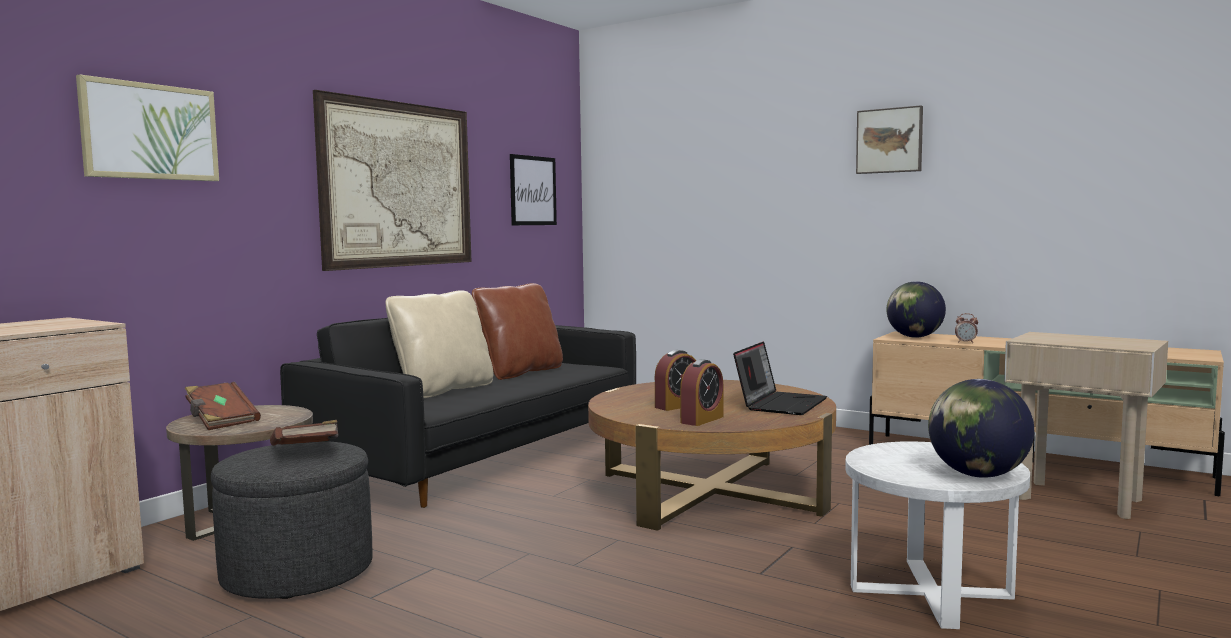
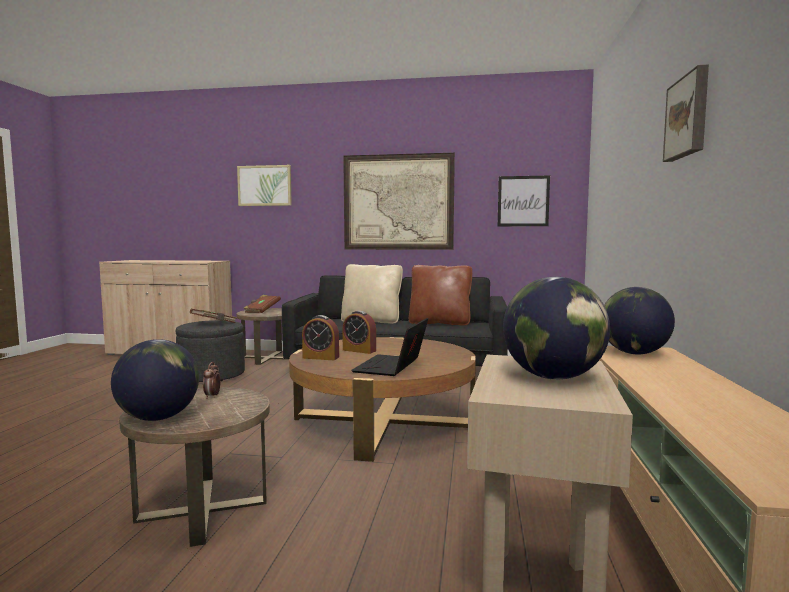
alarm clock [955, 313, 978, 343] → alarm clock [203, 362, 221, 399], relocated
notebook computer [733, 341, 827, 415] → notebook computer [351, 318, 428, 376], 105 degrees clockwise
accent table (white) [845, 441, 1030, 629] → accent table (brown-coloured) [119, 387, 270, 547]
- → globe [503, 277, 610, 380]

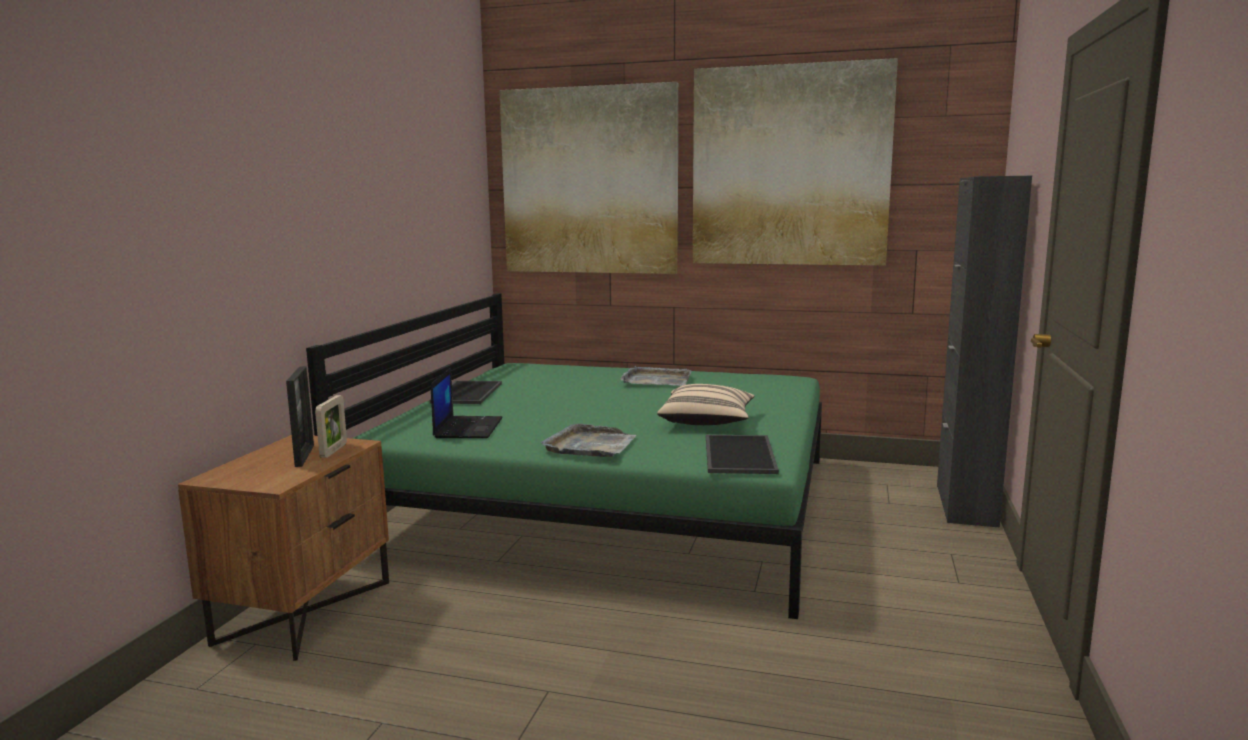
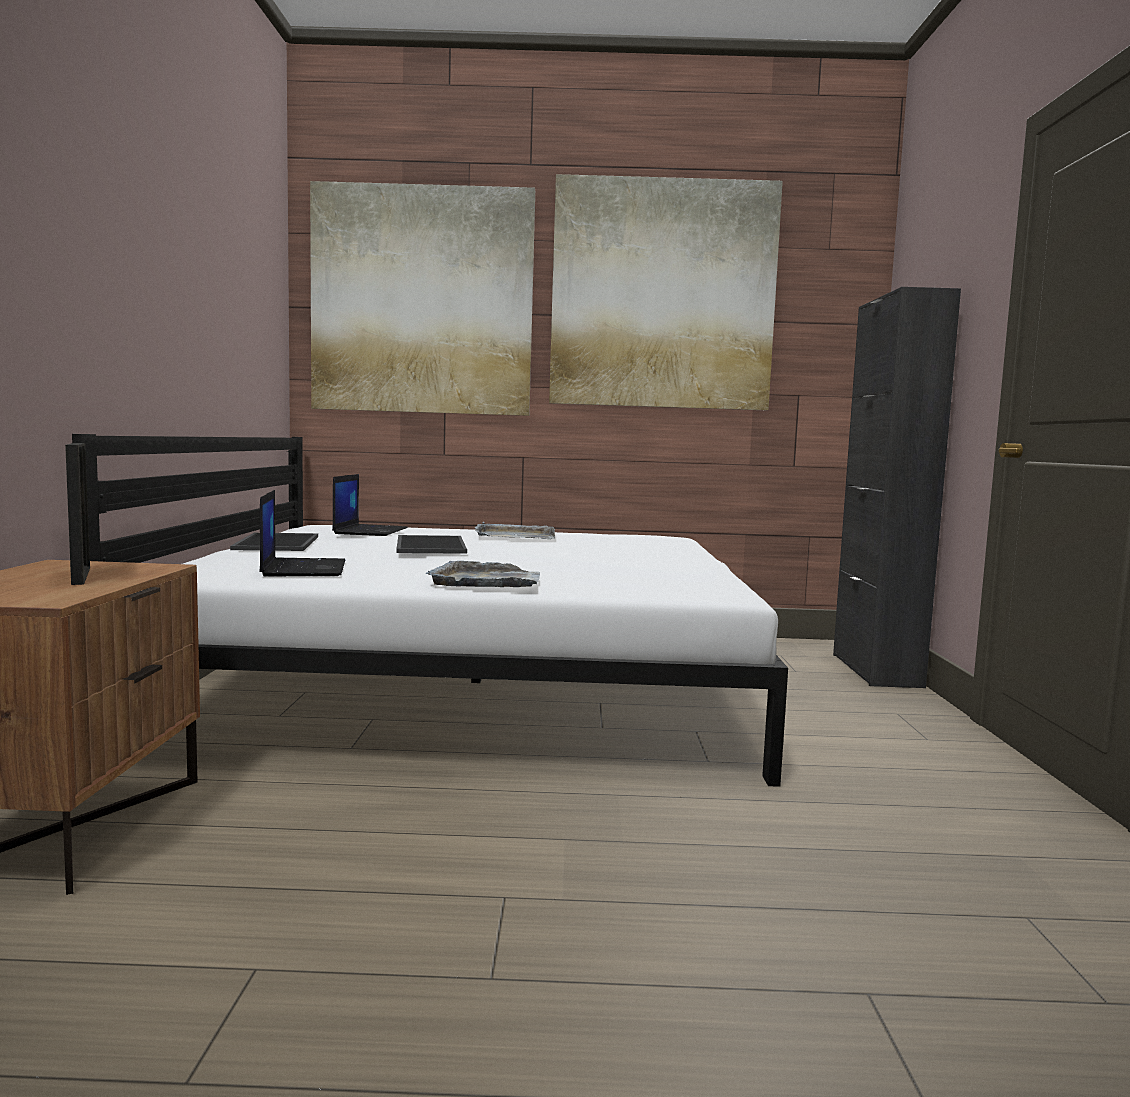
sleeping bed (green-coloured) [306, 293, 822, 619] → sleeping bed (white) [72, 434, 788, 787]
pillow (sand-coloured) [657, 384, 755, 425] → -
photo frame [315, 395, 347, 458] → -
carrying tray [706, 435, 779, 474] → carrying tray [396, 535, 467, 554], relocated
- → notebook computer [332, 474, 408, 536]

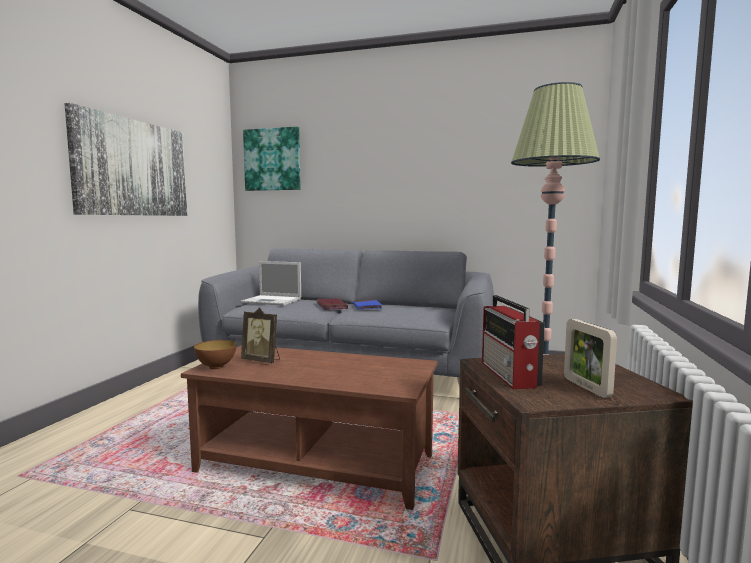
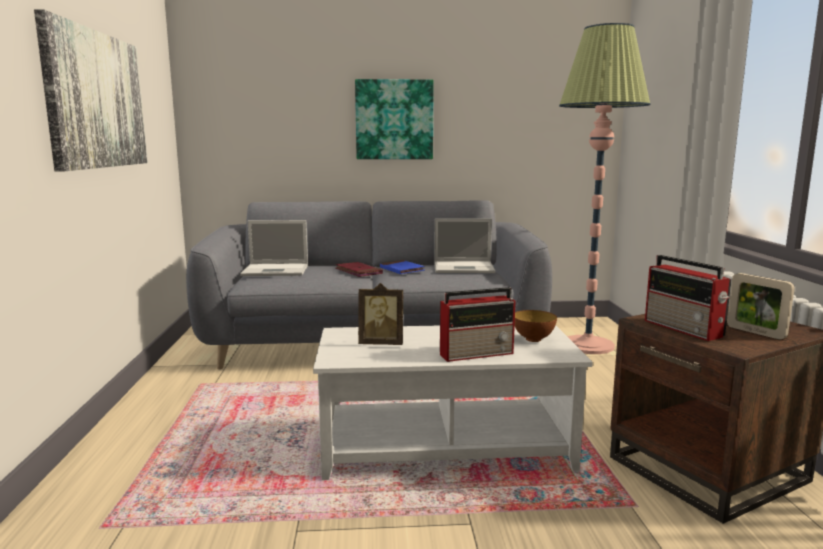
picture [243, 127, 301, 191] → picture [355, 79, 434, 159], relocated
bowl [194, 340, 237, 369] → bowl [515, 310, 557, 342], relocated
low table (brown-coloured) [181, 345, 437, 510] → low table (white) [313, 325, 593, 480]
- → notebook computer [434, 218, 495, 273]
- → radio [440, 287, 515, 362]

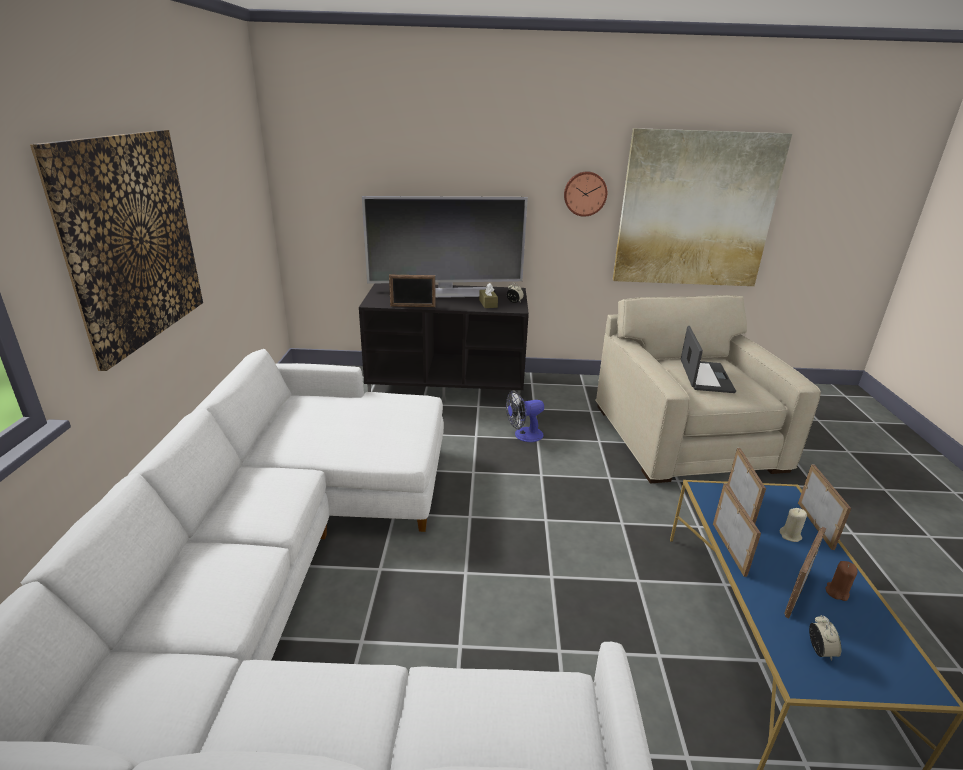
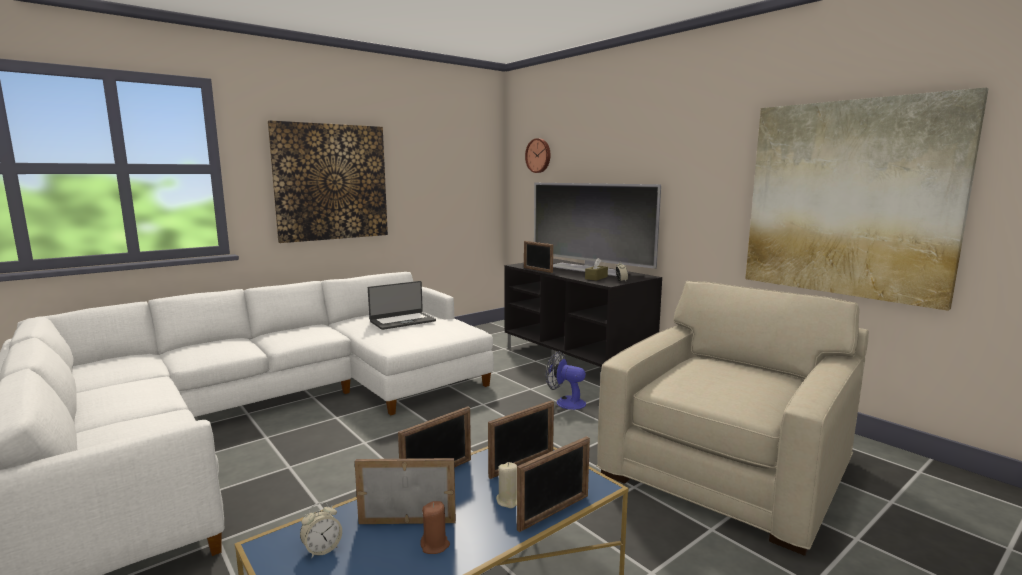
wall clock [564, 171, 607, 217] → wall clock [525, 138, 551, 173], relocated
notebook computer [681, 326, 736, 393] → notebook computer [368, 281, 436, 330], relocated

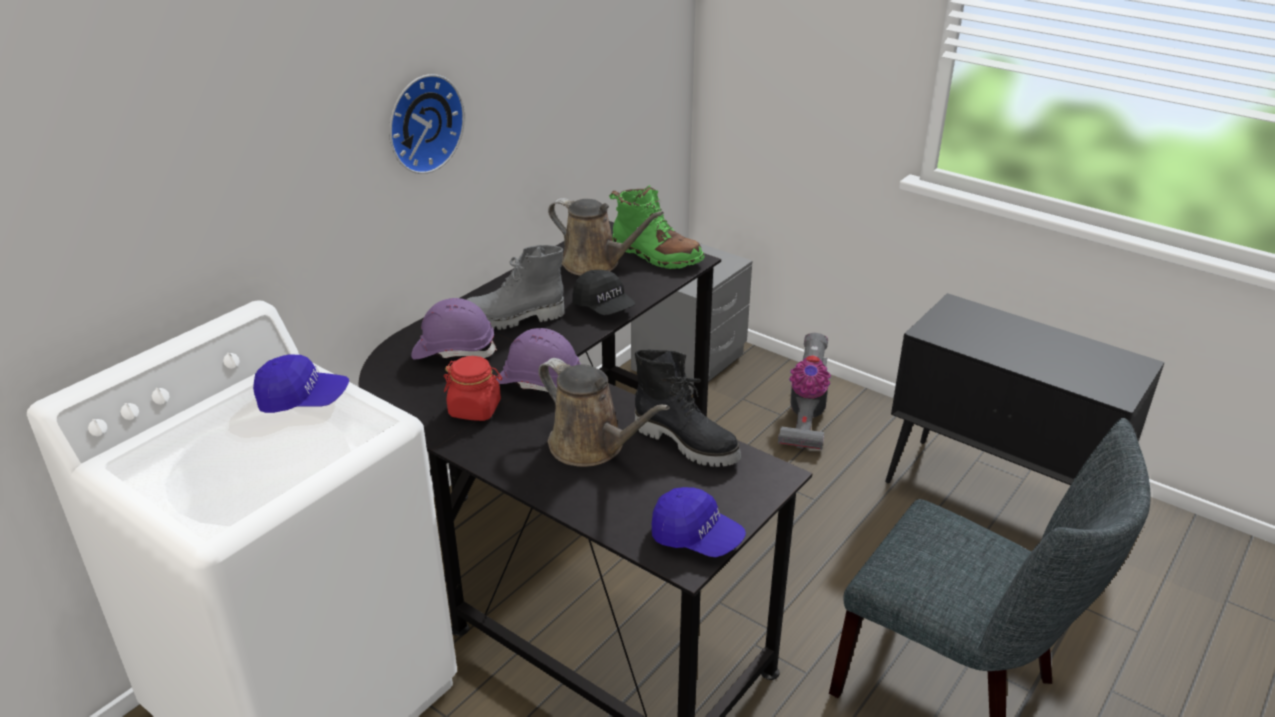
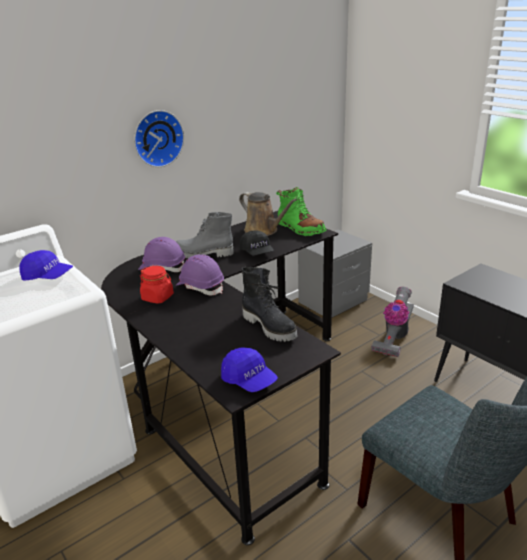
watering pot (brown-coloured) [539, 358, 670, 467] → -

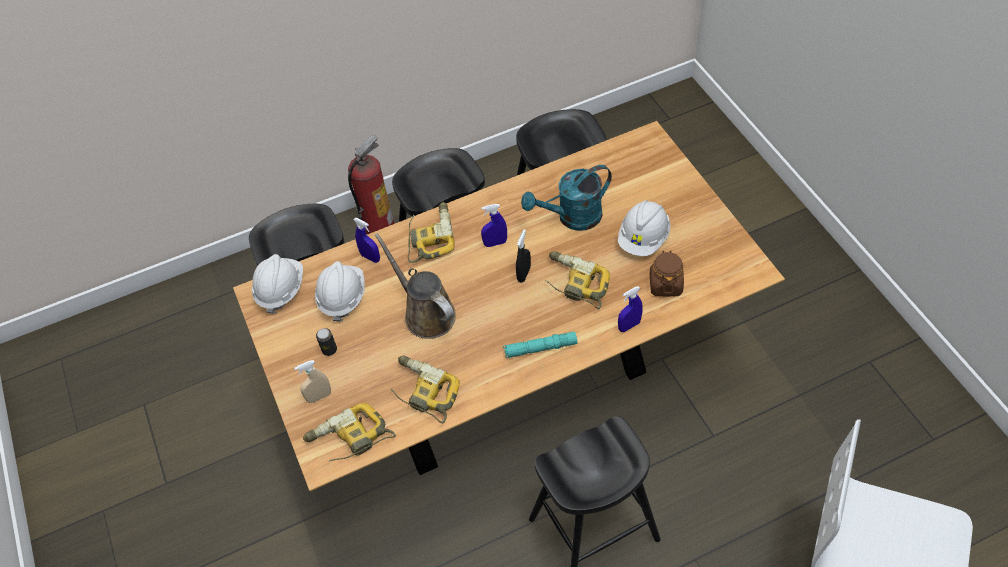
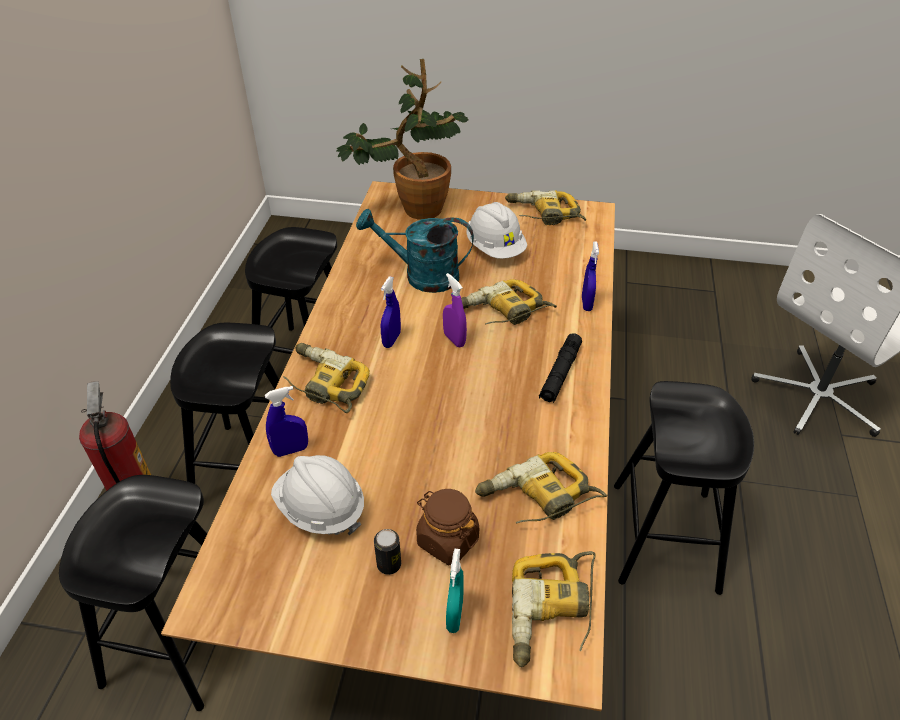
watering pot (turquoise-coloured) [521, 165, 612, 231] → watering pot (turquoise-coloured) [356, 209, 474, 293], 90 degrees clockwise
hand sprayer (blackish) [516, 229, 531, 282] → hand sprayer (purplish) [443, 273, 467, 347]
watering pot (brown-coloured) [375, 233, 456, 339] → -
jar (brown-coloured) [650, 250, 684, 296] → jar (brown-coloured) [416, 489, 480, 565], relocated
safety helmet (white) [252, 254, 303, 314] → -
torch (turquoise-coloured) [503, 331, 578, 358] → torch (blackish) [539, 333, 582, 403]
hand sprayer (sand-coloured) [294, 360, 331, 403] → hand sprayer (turquoise-coloured) [446, 548, 464, 633]
- → plant in a pot [337, 59, 468, 220]
- → electric drill [505, 190, 586, 225]

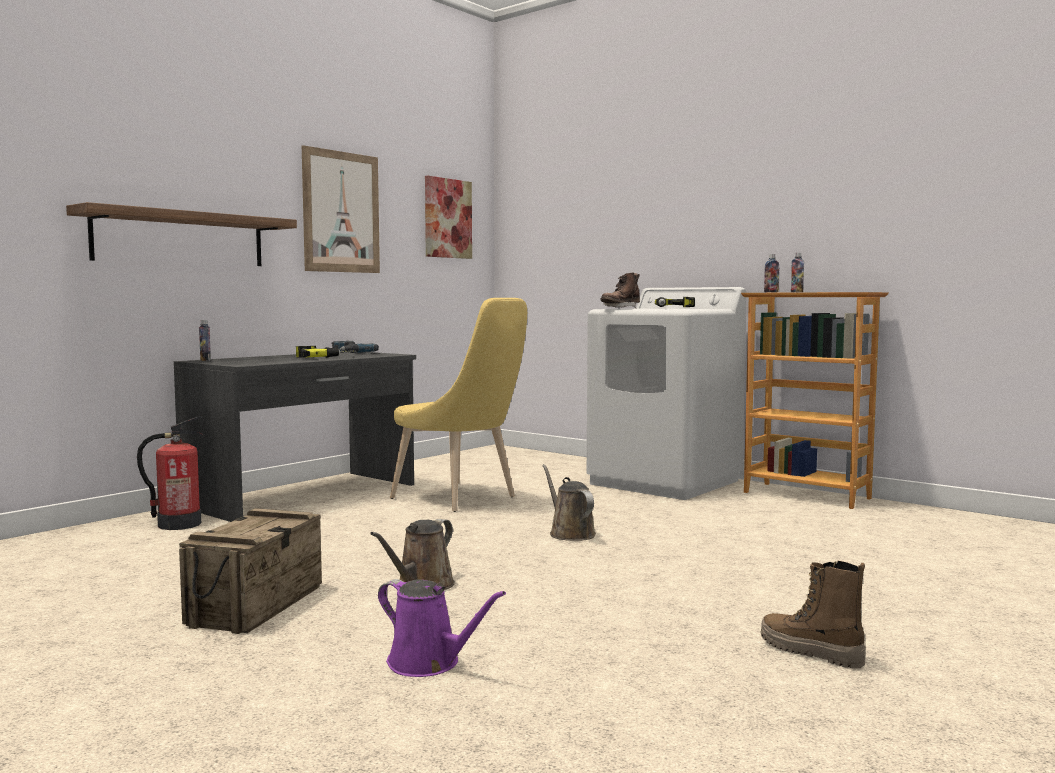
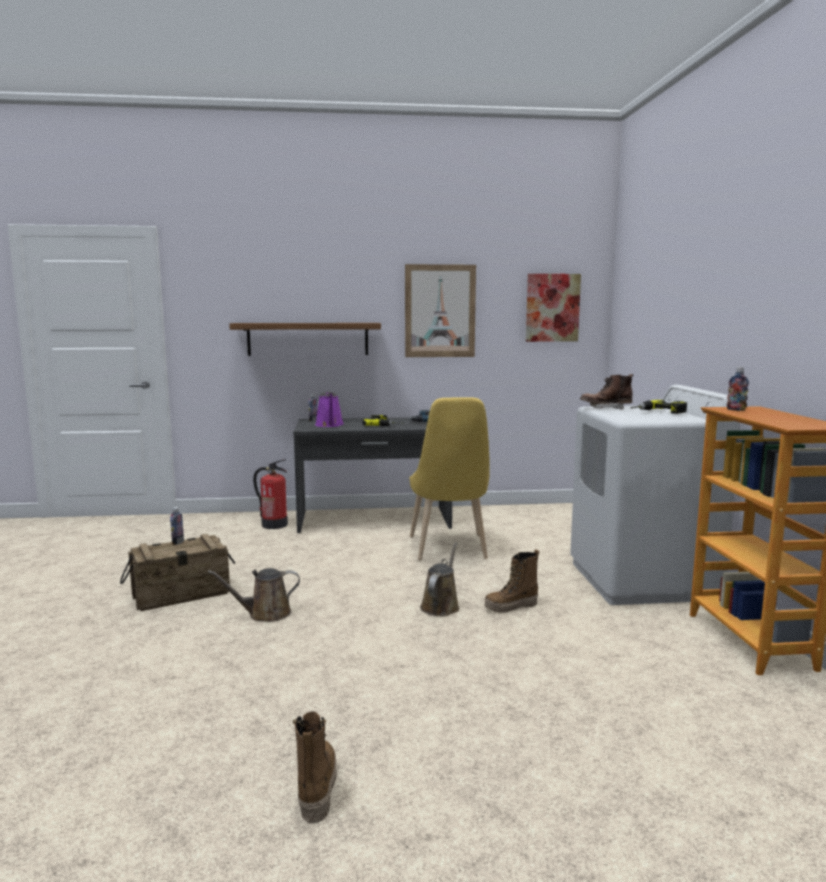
beverage bottle [791, 253, 804, 292] → beverage bottle [170, 507, 184, 545], relocated
watering pot (purplish) [378, 579, 506, 677] → watering pot (purplish) [315, 392, 344, 427], relocated
- → boot [485, 549, 539, 613]

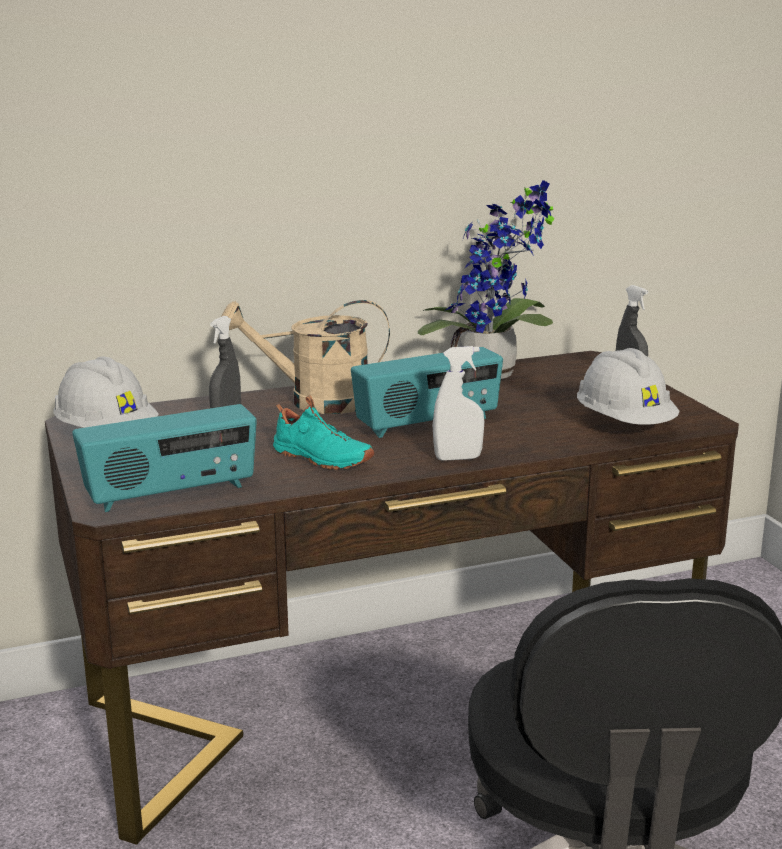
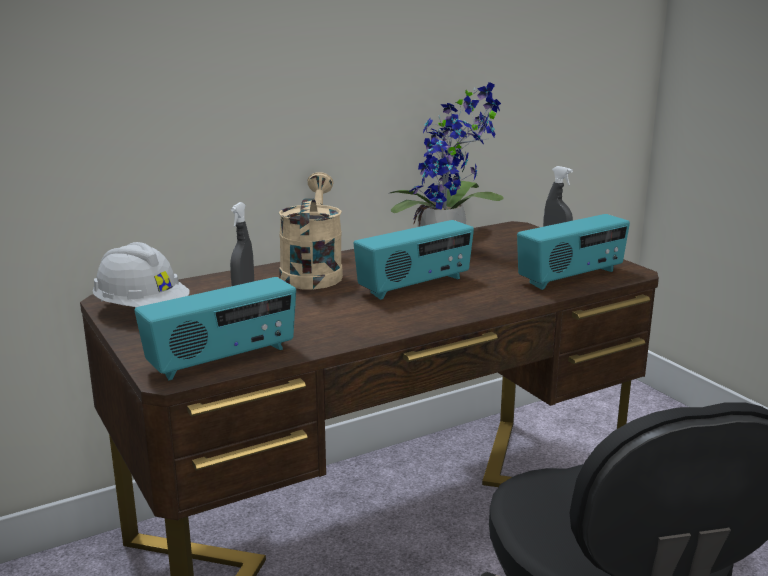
watering pot (sand-coloured) [221, 300, 390, 414] → watering pot (sand-coloured) [278, 172, 343, 290], 105 degrees clockwise
hand sprayer (white) [433, 346, 484, 461] → -
safety helmet (white) [577, 348, 680, 425] → radio [517, 214, 630, 290]
item of footwear (turquoise-coloured) [273, 395, 374, 470] → -

